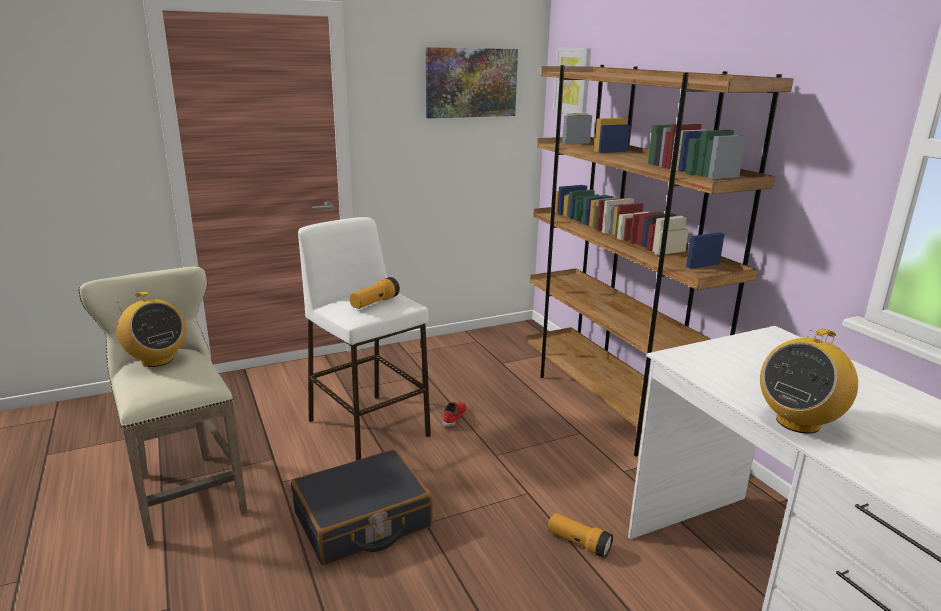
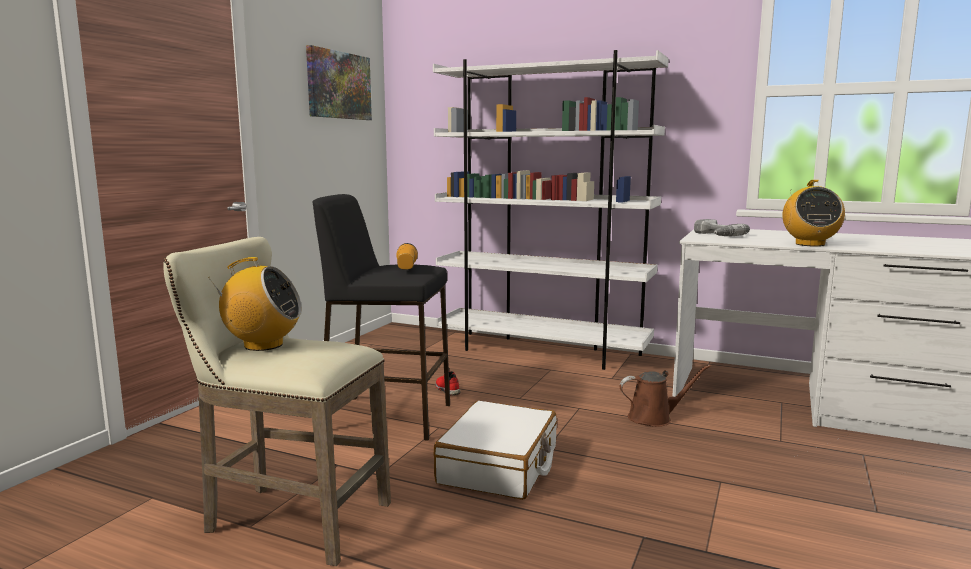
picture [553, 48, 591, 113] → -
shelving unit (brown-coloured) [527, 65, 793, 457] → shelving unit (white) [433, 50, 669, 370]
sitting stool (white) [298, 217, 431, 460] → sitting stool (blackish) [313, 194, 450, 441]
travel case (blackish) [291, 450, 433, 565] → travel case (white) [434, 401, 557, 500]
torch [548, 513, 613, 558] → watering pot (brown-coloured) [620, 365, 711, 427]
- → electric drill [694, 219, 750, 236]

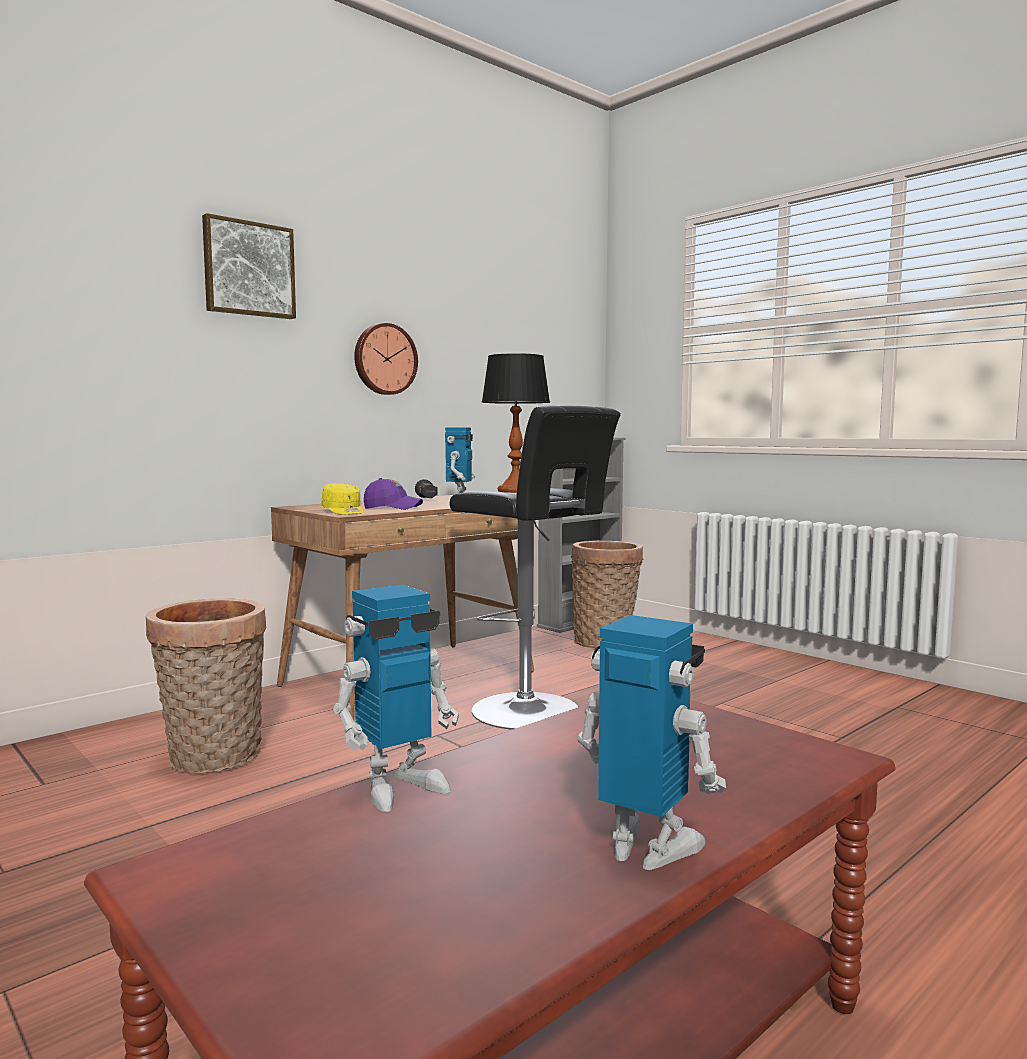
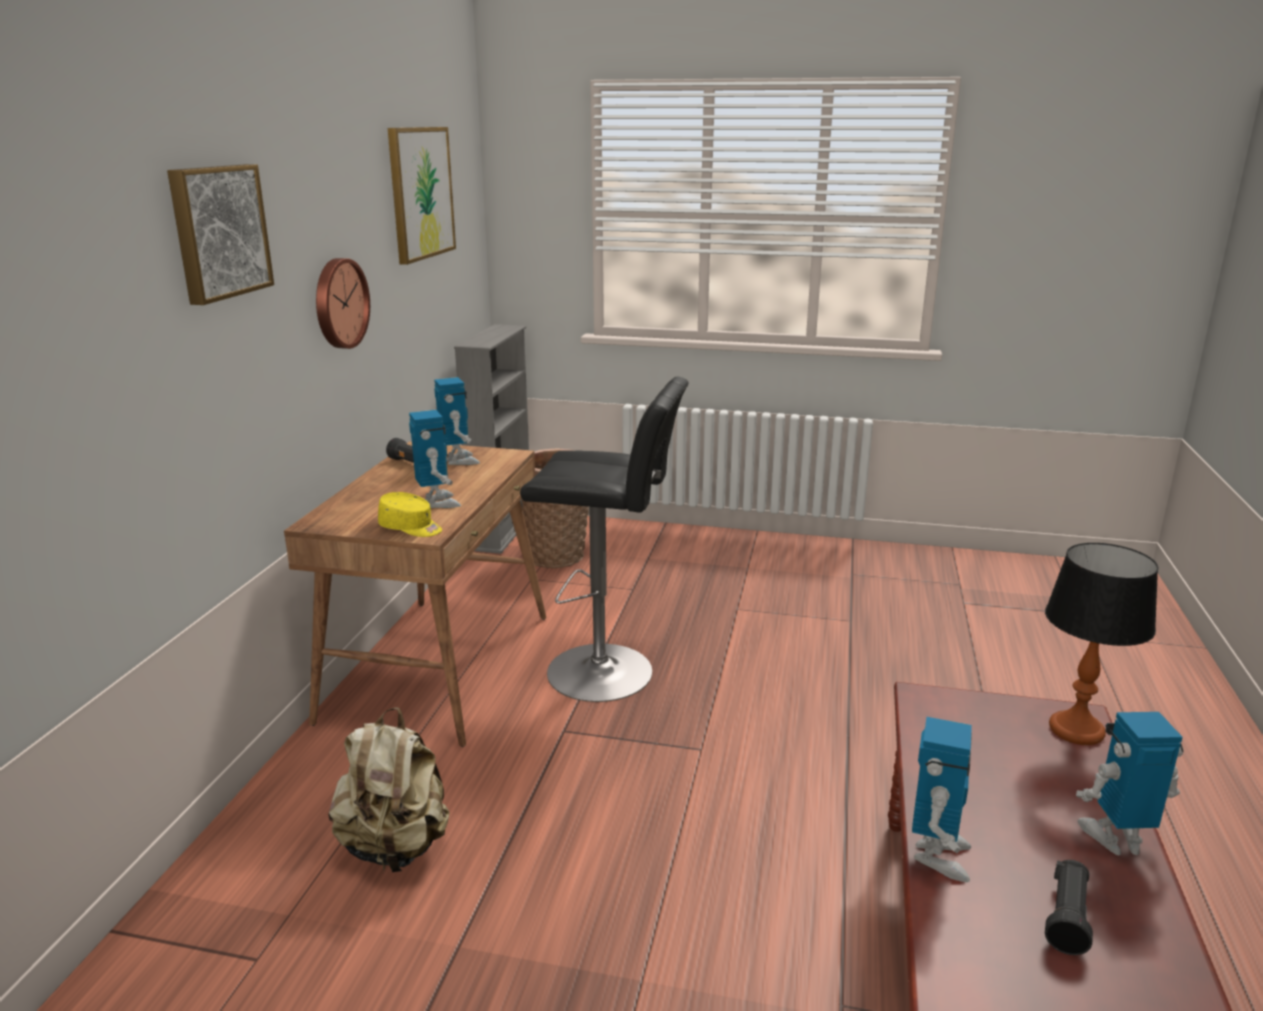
tabletop lamp [482, 353, 550, 493] → tabletop lamp [1045, 543, 1158, 745], relocated
baseball cap (purplish) [364, 478, 423, 510] → robot figure [409, 410, 461, 508]
household basket [146, 598, 266, 773] → knapsack (sand-coloured) [329, 707, 449, 872]
- → picture [388, 127, 456, 265]
- → torch (blackish) [1045, 860, 1093, 955]

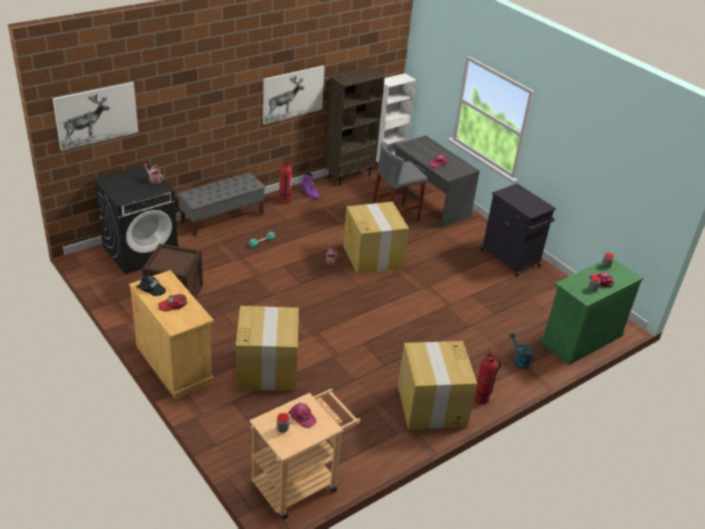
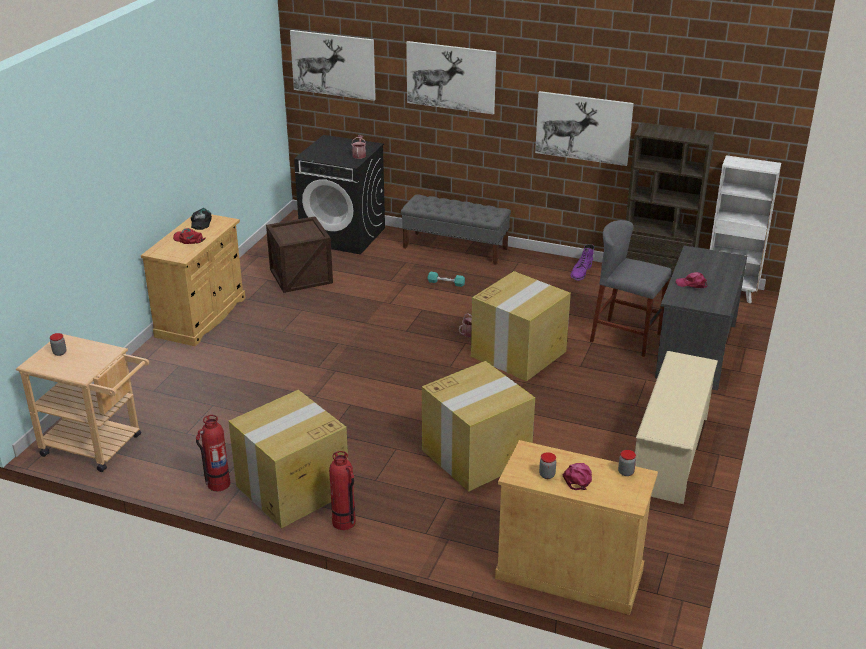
extinguisher [279, 160, 292, 204] → extinguisher [196, 415, 230, 491], relocated
storage cabinet (blackish) [481, 184, 556, 276] → shoe rack (sand-coloured) [635, 351, 718, 504]
storage cabinet (green-coloured) [540, 259, 643, 365] → storage cabinet (sand-coloured) [495, 440, 658, 615]
packing box [236, 306, 299, 391] → packing box [422, 361, 535, 491], relocated
watering pot (turquoise-coloured) [509, 333, 534, 369] → -
baseball cap (pink) [288, 403, 317, 428] → -
- → picture [406, 41, 496, 114]

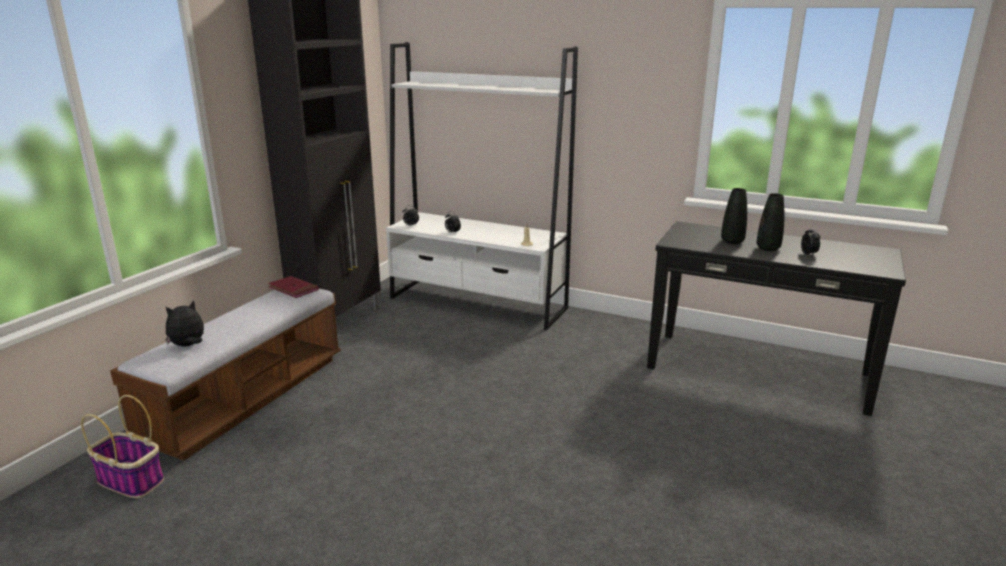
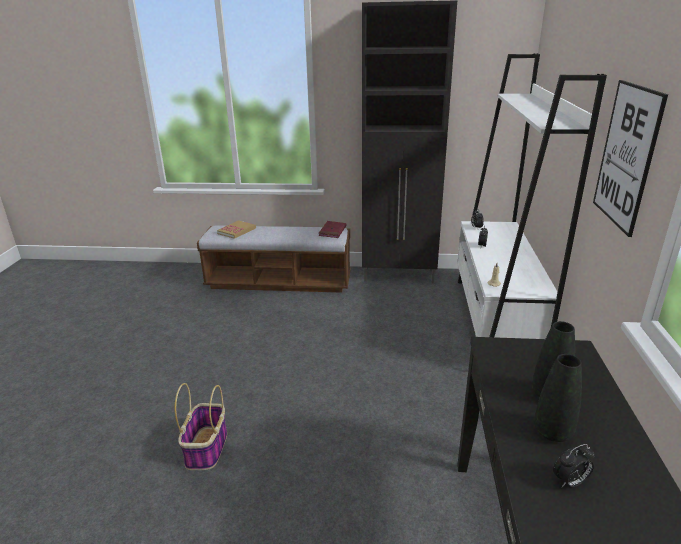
cuddly toy [165, 301, 204, 346] → volume [217, 220, 256, 239]
household basket [81, 395, 164, 498] → household basket [175, 383, 227, 470], relocated
- → picture [593, 80, 668, 237]

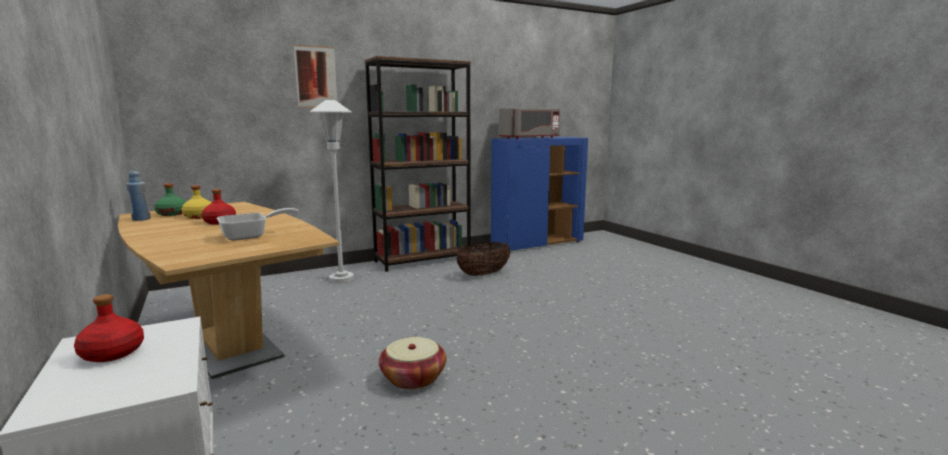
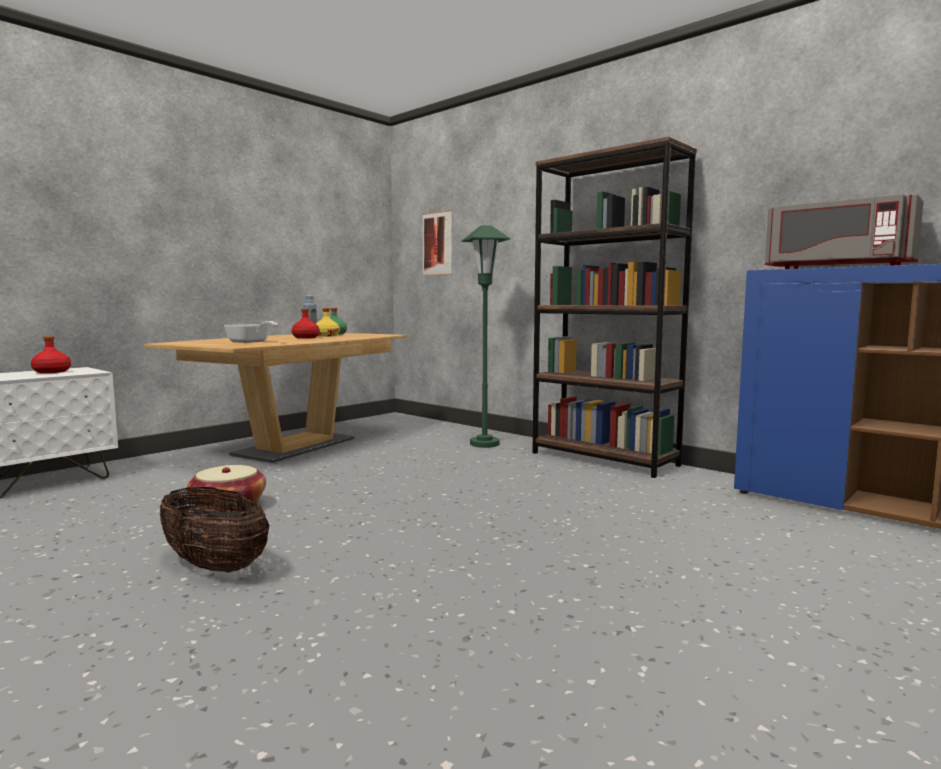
picture [294, 45, 337, 108] → picture [422, 210, 452, 276], relocated
standard lamp (white) [309, 100, 354, 283] → standard lamp (green-coloured) [461, 225, 510, 448]
household basket [456, 242, 510, 276] → household basket [160, 487, 269, 572], relocated

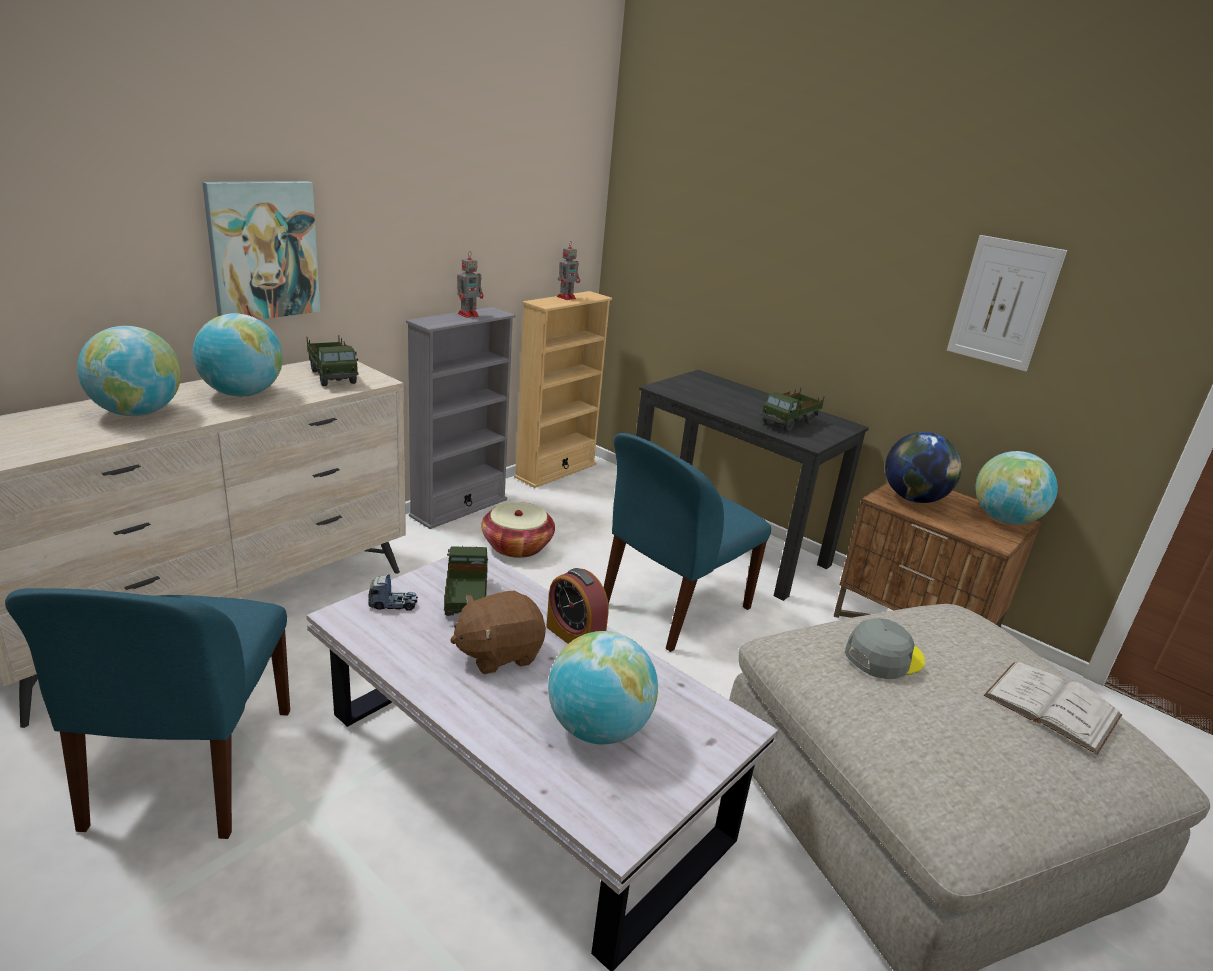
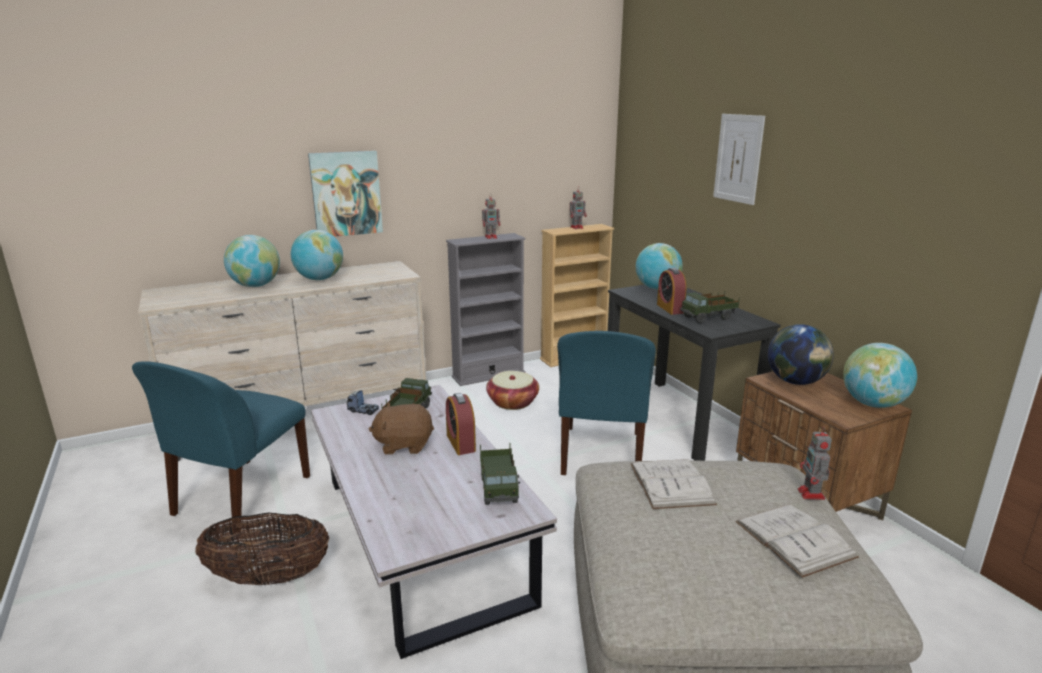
picture [947, 235, 1067, 371] → picture [713, 114, 765, 205], relocated
model truck [307, 335, 359, 386] → model truck [480, 445, 520, 505], relocated
upright chair (blue-coloured) [603, 433, 771, 652] → upright chair (blue-coloured) [557, 331, 656, 475], 60 degrees counterclockwise
baseball cap (grey) [845, 618, 925, 679] → volume (white) [630, 459, 717, 509]
globe [548, 631, 658, 744] → globe [636, 243, 683, 289], relocated
- → alarm clock [657, 268, 687, 315]
- → robot figure [798, 426, 832, 500]
- → household basket [195, 512, 330, 585]

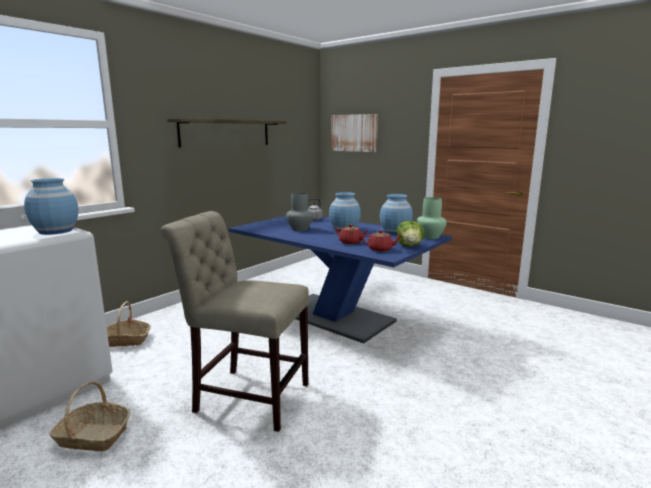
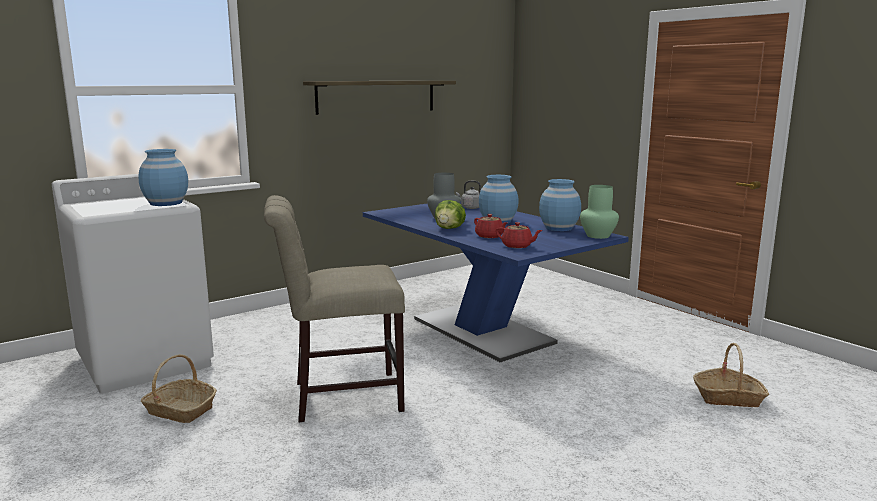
picture [331, 114, 378, 152] → -
upright chair (sand-coloured) [161, 211, 309, 432] → upright chair (sand-coloured) [264, 195, 405, 422], 45 degrees counterclockwise
lettuce [397, 221, 424, 247] → lettuce [435, 200, 466, 229], relocated
household basket [106, 301, 151, 347] → household basket [693, 343, 769, 407], relocated

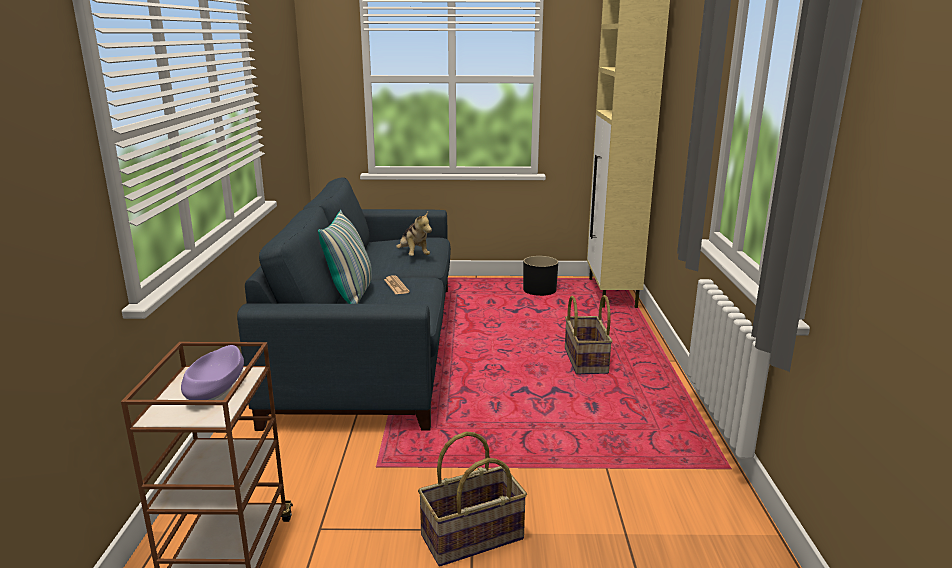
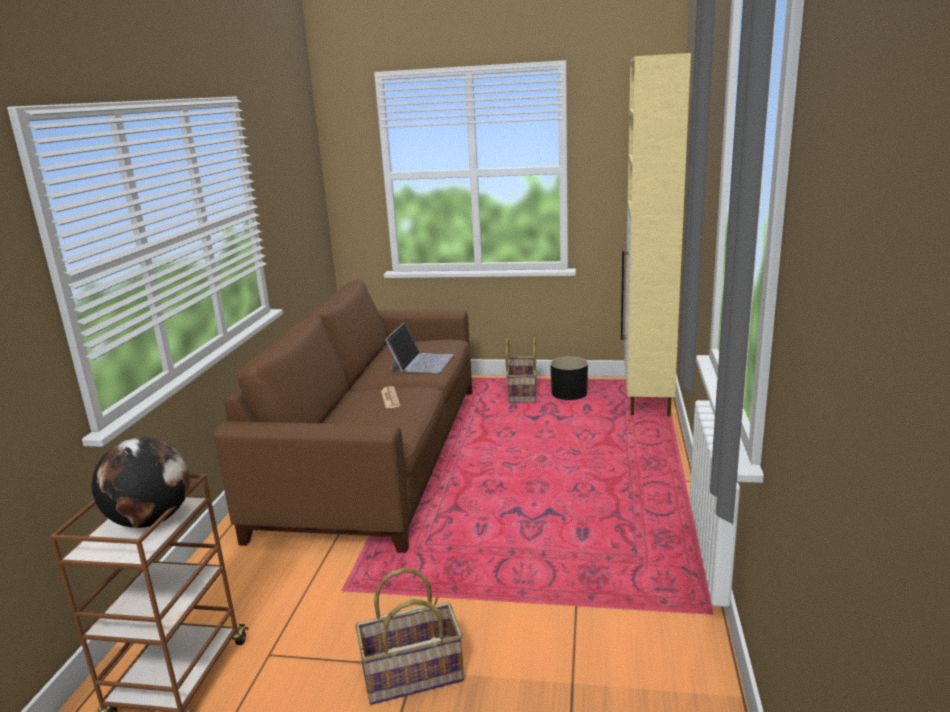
couch (blue-coloured) [237, 178, 451, 431] → couch (brown-coloured) [214, 280, 472, 553]
pillow [318, 210, 372, 304] → -
cuddly toy [396, 212, 432, 256] → notebook computer [385, 322, 453, 373]
household basket [565, 295, 613, 374] → household basket [505, 338, 537, 403], relocated
bowl (purplish) [181, 345, 244, 400] → globe [92, 437, 190, 528]

